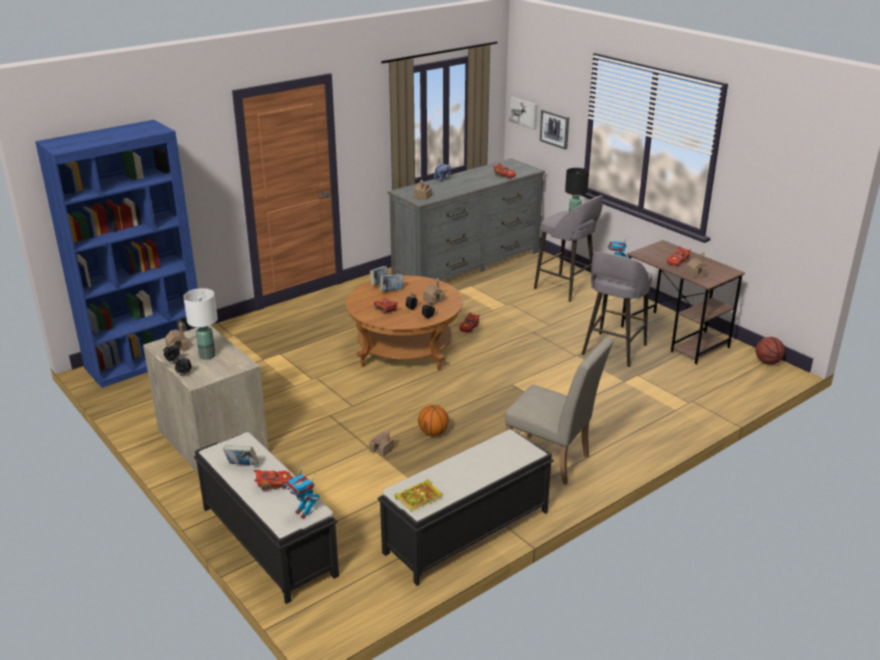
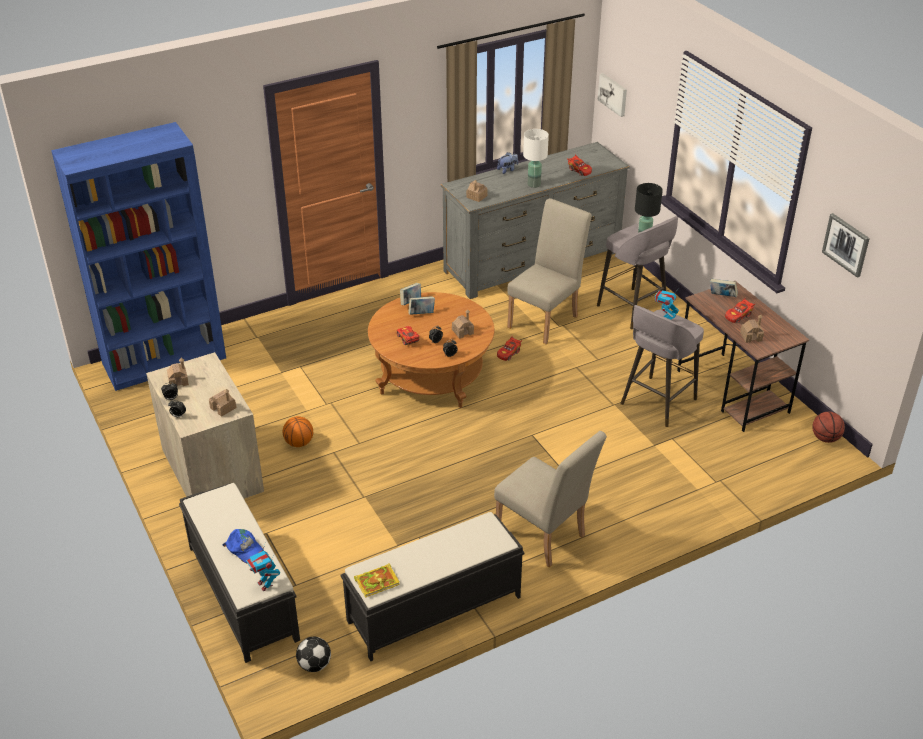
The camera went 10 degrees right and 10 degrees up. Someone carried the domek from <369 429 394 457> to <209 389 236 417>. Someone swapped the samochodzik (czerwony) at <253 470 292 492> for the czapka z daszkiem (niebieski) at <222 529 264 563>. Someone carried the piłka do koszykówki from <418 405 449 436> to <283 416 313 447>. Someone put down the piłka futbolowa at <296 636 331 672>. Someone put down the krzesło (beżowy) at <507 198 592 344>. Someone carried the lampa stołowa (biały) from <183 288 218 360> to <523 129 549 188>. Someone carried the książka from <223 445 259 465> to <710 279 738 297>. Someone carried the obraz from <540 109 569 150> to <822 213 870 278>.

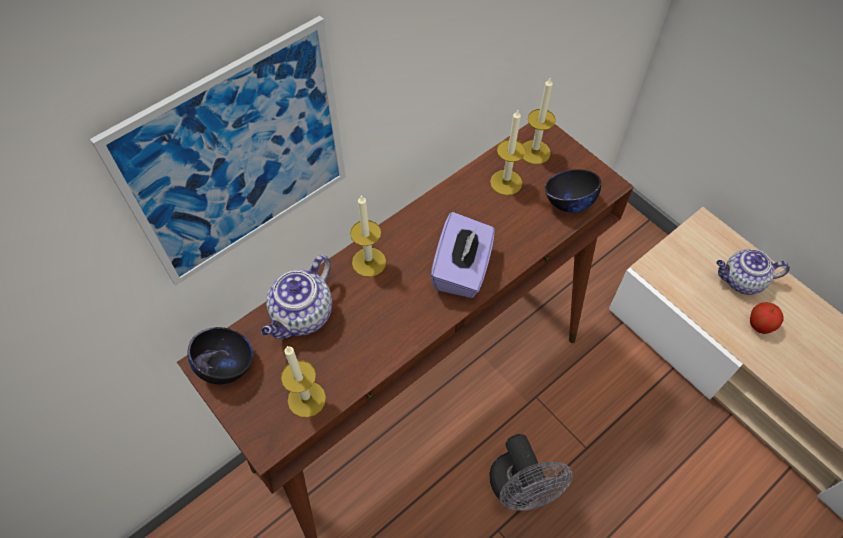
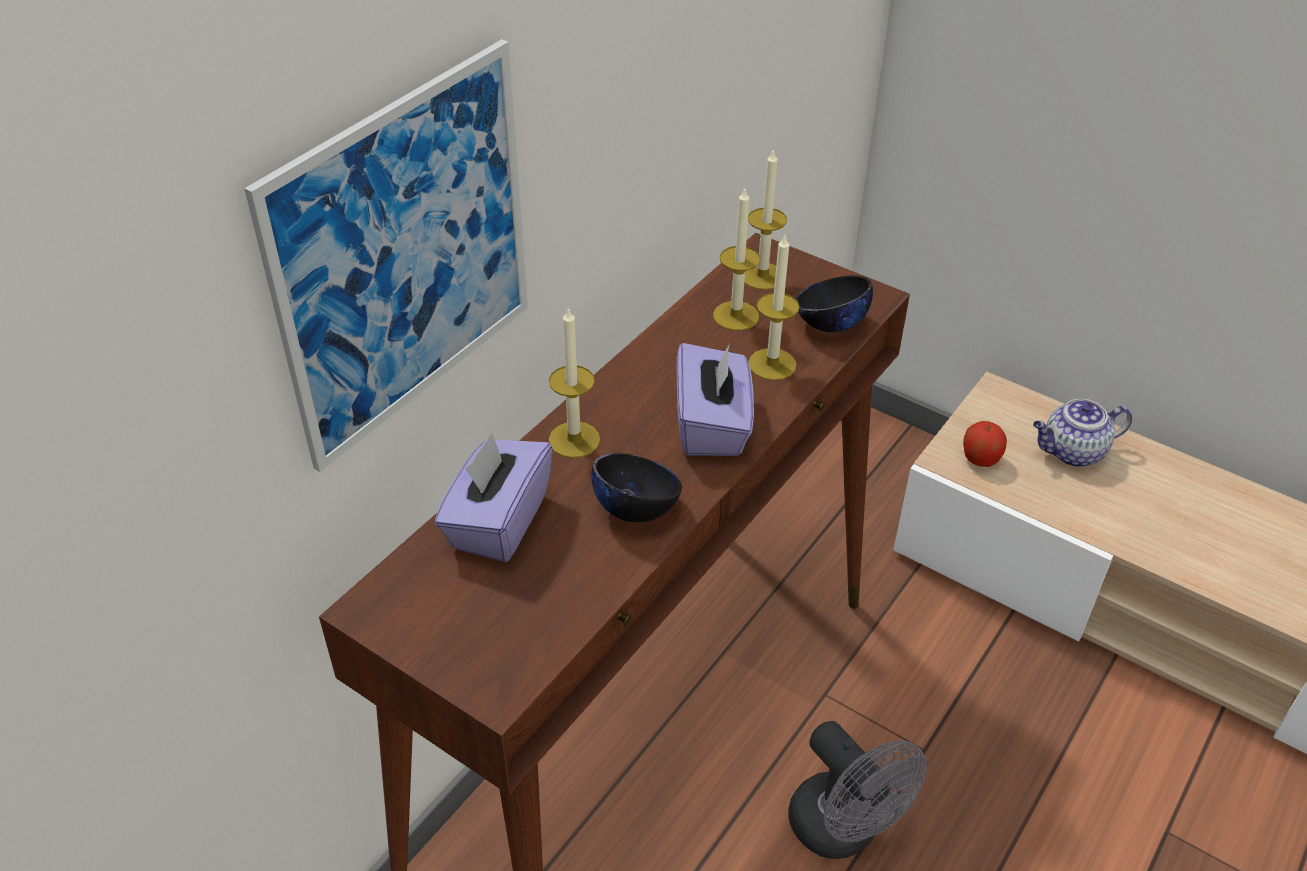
The camera went 15 degrees left and 15 degrees down. Someone swapped the imbryk at <261 255 332 339> for the pudełko chusteczek (fioletowy) at <435 433 553 562>. Someone carried the miska (czarny) from <187 327 253 384> to <591 453 682 522>. Someone carried the świeca from <281 346 326 418> to <748 235 799 380>. Someone carried the jabłko from <750 302 784 334> to <963 421 1007 467>.

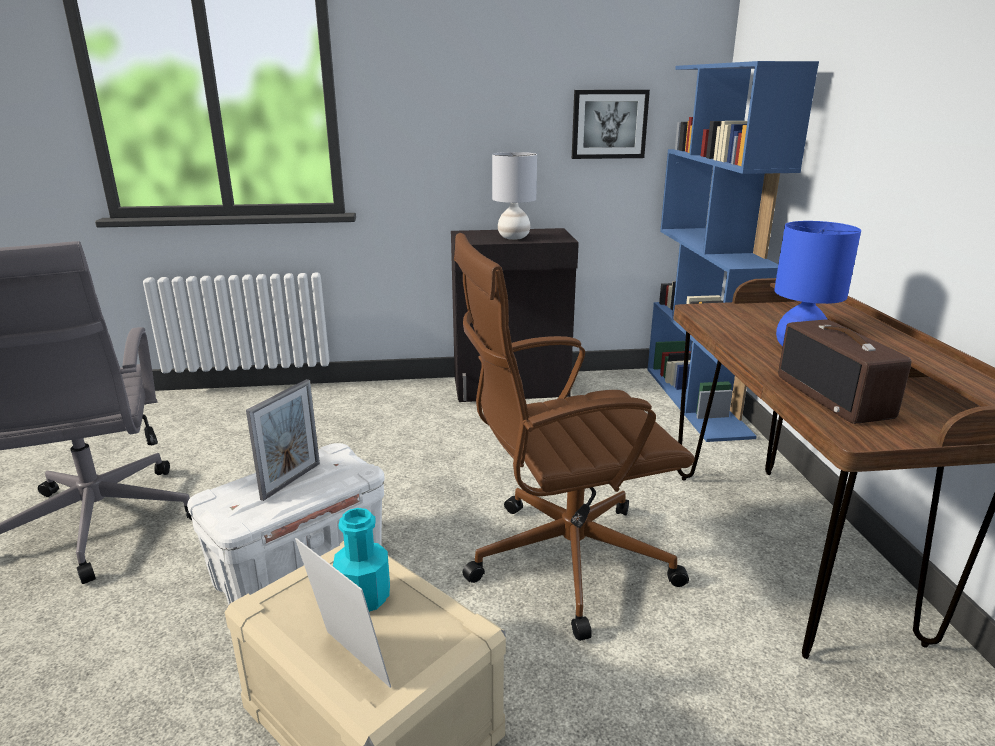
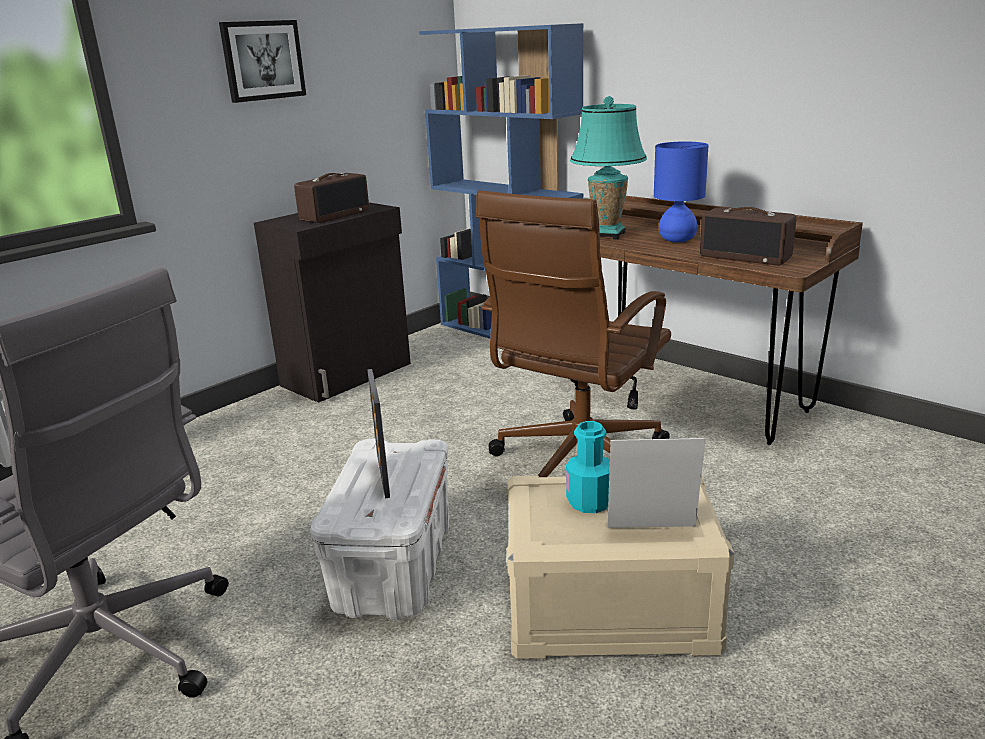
The camera went 40 degrees left and 0 degrees up. Someone carried the obraz from <572 90 650 159> to <219 20 306 103>. Someone swapped the lampa stołowa (szary) at <492 152 537 240> for the radio at <294 173 369 223>. Someone put down the lampa stołowa (turkusowy) at <570 96 647 240>.

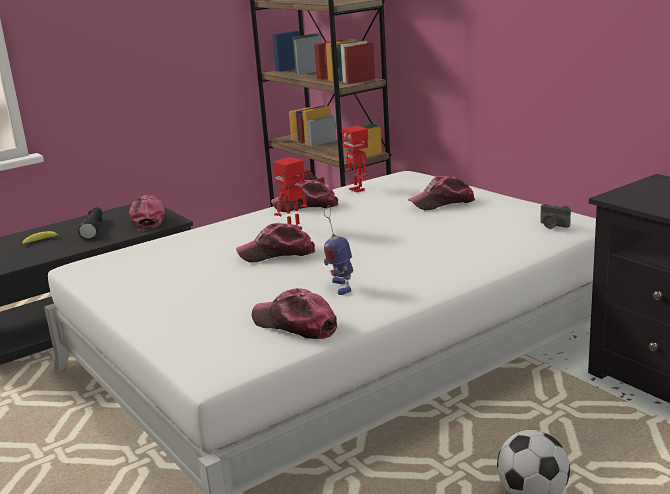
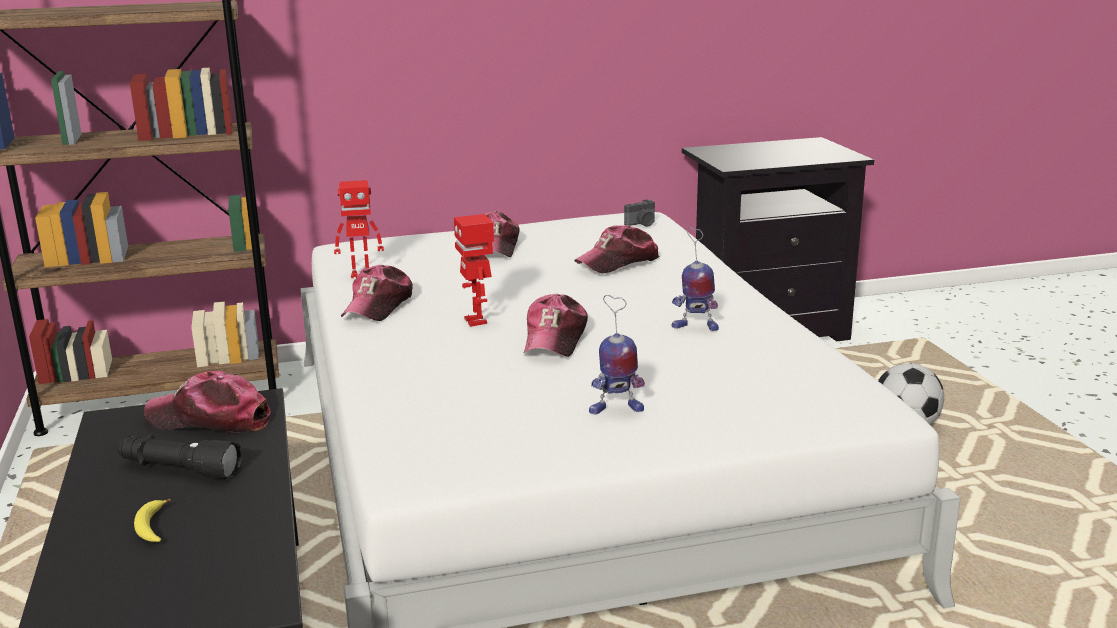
The camera went 70 degrees left and 0 degrees up. Someone carried the czapka z daszkiem from <251 288 337 339> to <574 225 660 273>. Someone put down the robot zabawkowy at <589 295 645 415>.

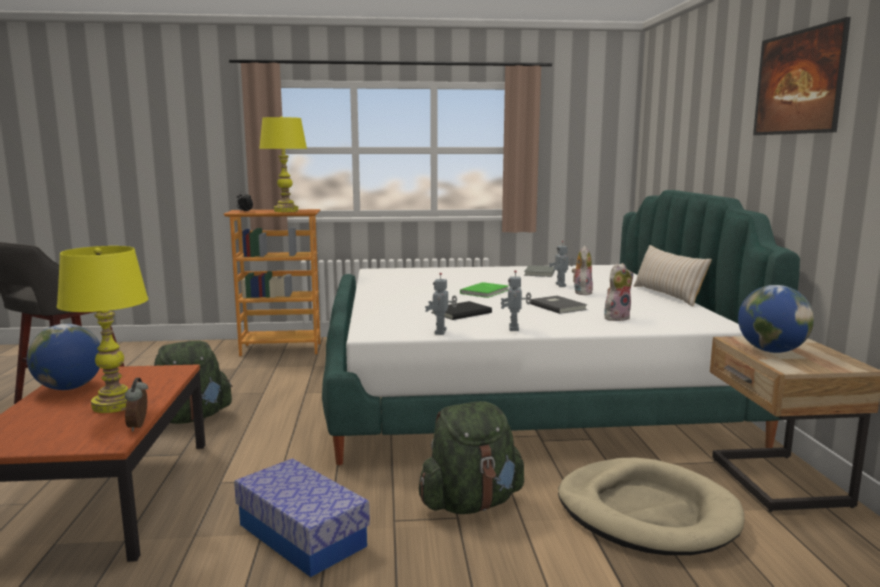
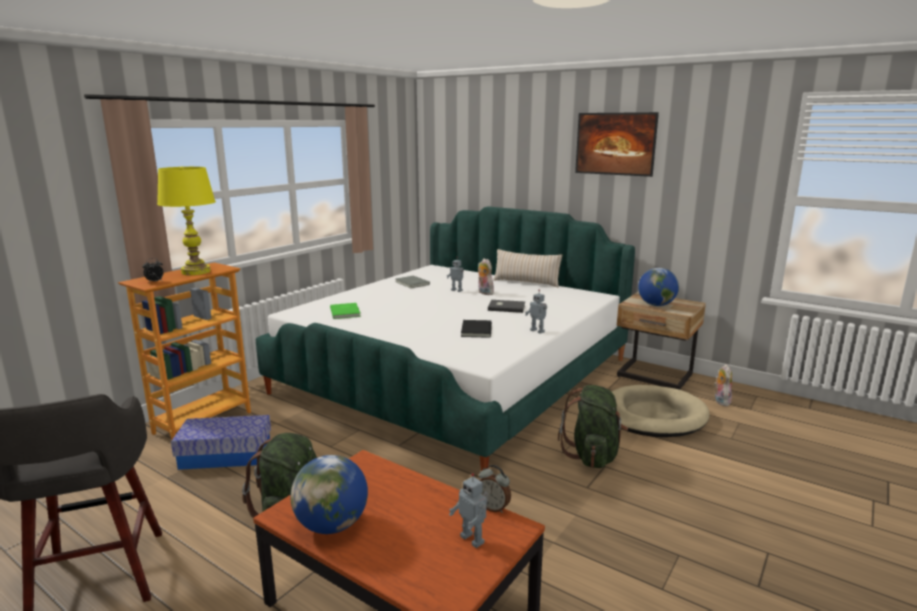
The camera went 50 degrees left and 5 degrees up. Someone carried the pojemnik do przechowywania from <234 458 370 577> to <171 415 271 470>. Someone carried the książka (zielony) from <460 282 508 298> to <330 303 361 319>. Someone carried the robot zabawkowy from <425 273 457 335> to <449 473 488 548>. Someone carried the pluszak from <604 263 633 321> to <714 364 732 406>. Someone took away the lampa stołowa (żółty) at <57 246 148 413>.

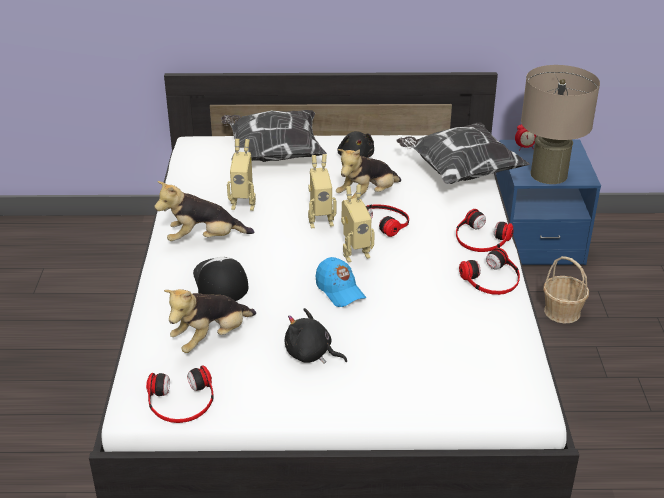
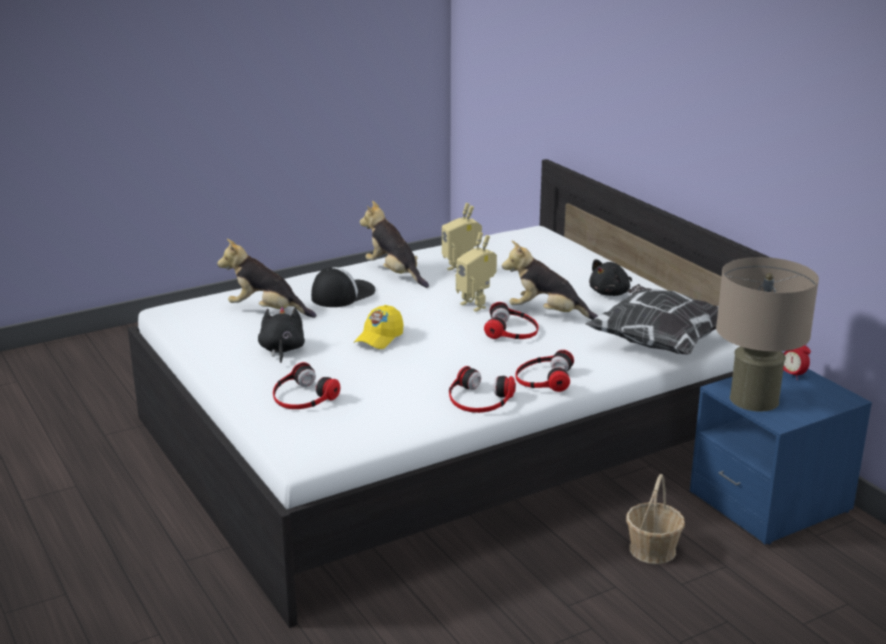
The camera went 60 degrees right and 10 degrees down. Someone carried the słuchawki from <146 365 214 423> to <273 362 340 409>. Someone repainted the czapka z daszkiem (niebieski) at <315 257 366 307>, which became the czapka z daszkiem (żółty) at <353 305 404 349>. Someone took away the poduszka at <221 110 327 162>. Someone took away the robot zabawkowy at <341 185 375 263>.

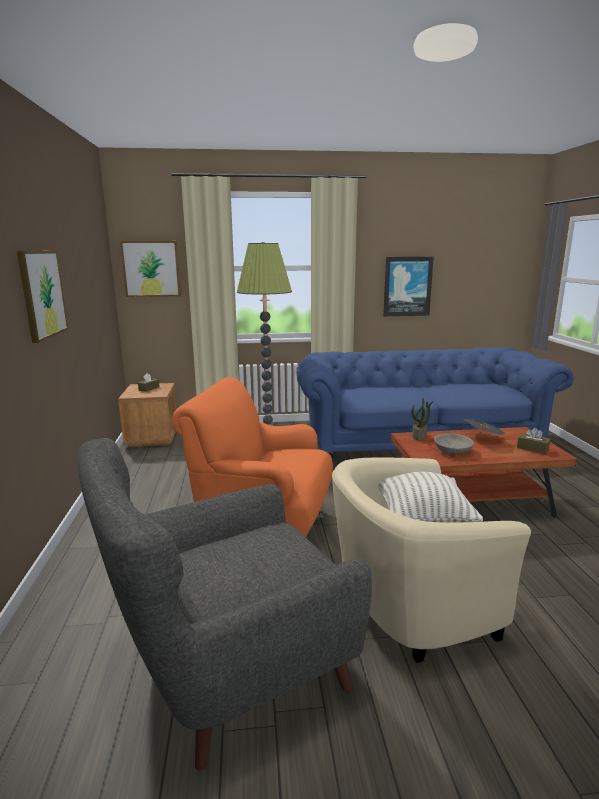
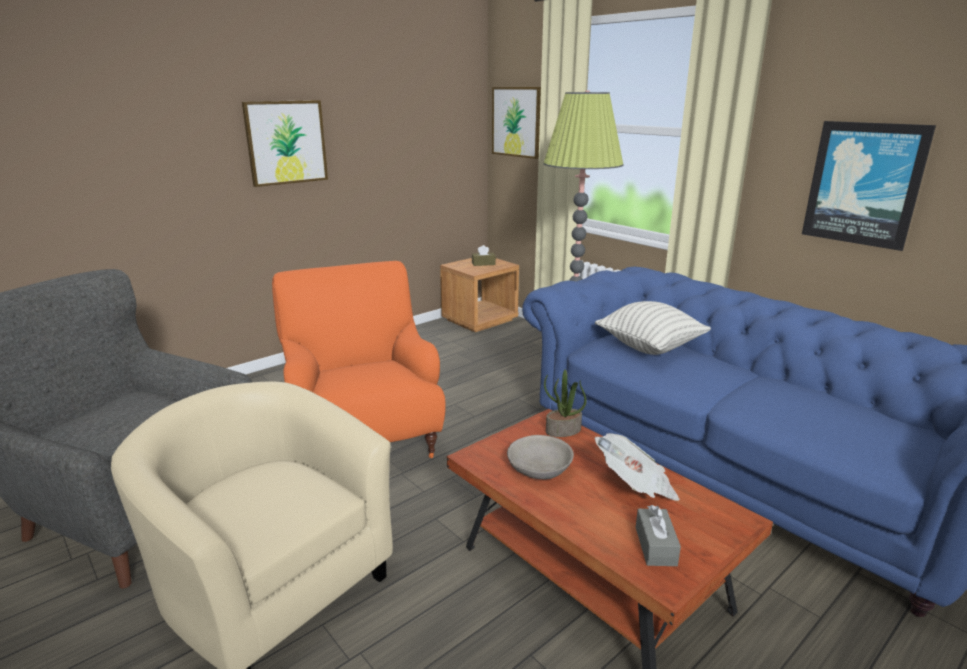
The camera went 55 degrees right and 5 degrees up. Someone carried the poduszka from <378 472 483 523> to <595 301 711 355>. Someone repainted the pudełko chusteczek (brązowy) at <517 427 550 454>, which became the pudełko chusteczek (szary) at <636 505 681 566>.

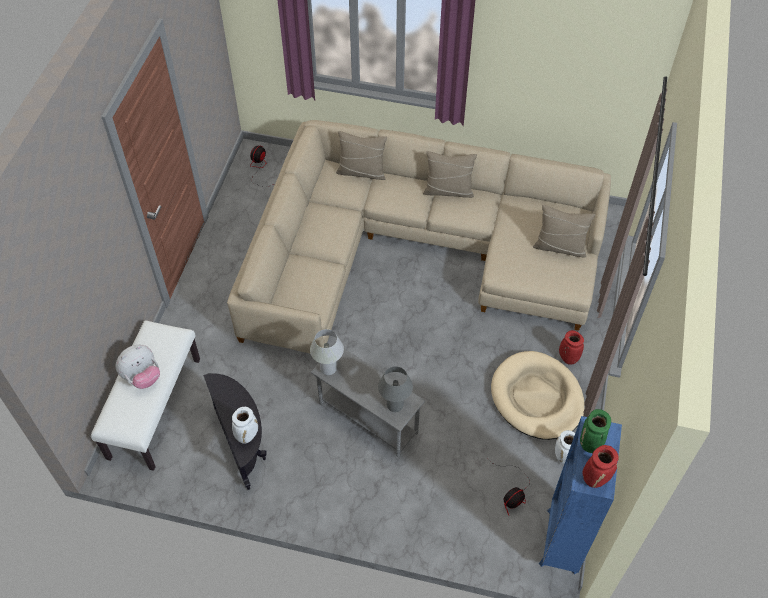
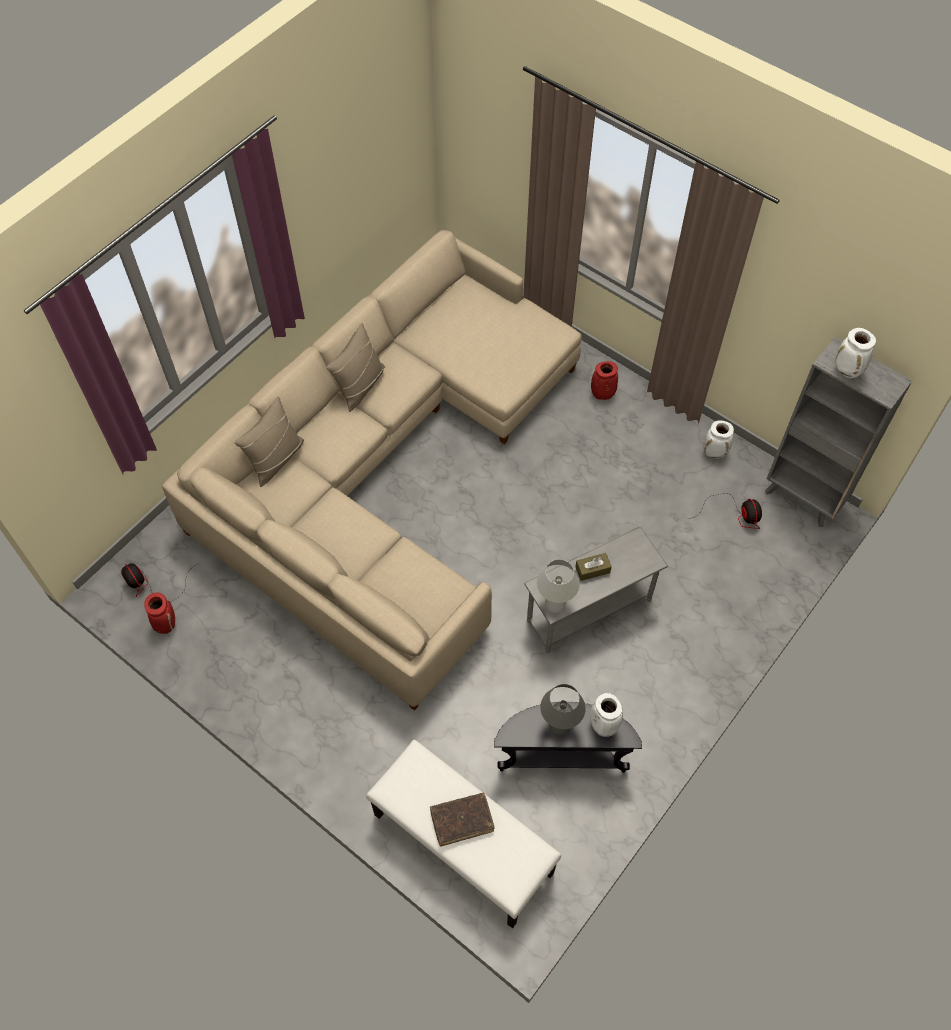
The camera went 65 degrees left and 5 degrees up. Someone carried the wazon (czerwony) from <583 445 619 488> to <144 593 175 634>. Someone swapped the pluszak at <116 345 160 389> for the książka (brązowy) at <430 792 495 846>. Someone carried the lampa stołowa (szary) from <378 366 413 412> to <540 684 586 735>. Someone put down the pudełko chusteczek (brązowy) at <576 553 612 581>. Someone repainted the regał (niebieski) at <539 416 622 575>, which became the regał (szary) at <765 337 912 527>. Someone repainted the wazon (zielony) at <580 409 611 453>, which became the wazon (biały) at <835 328 876 378>. Someone took away the legowisko (beżowy) at <491 351 585 440>. Someone took away the poduszka (beżowy) at <533 205 595 257>.

